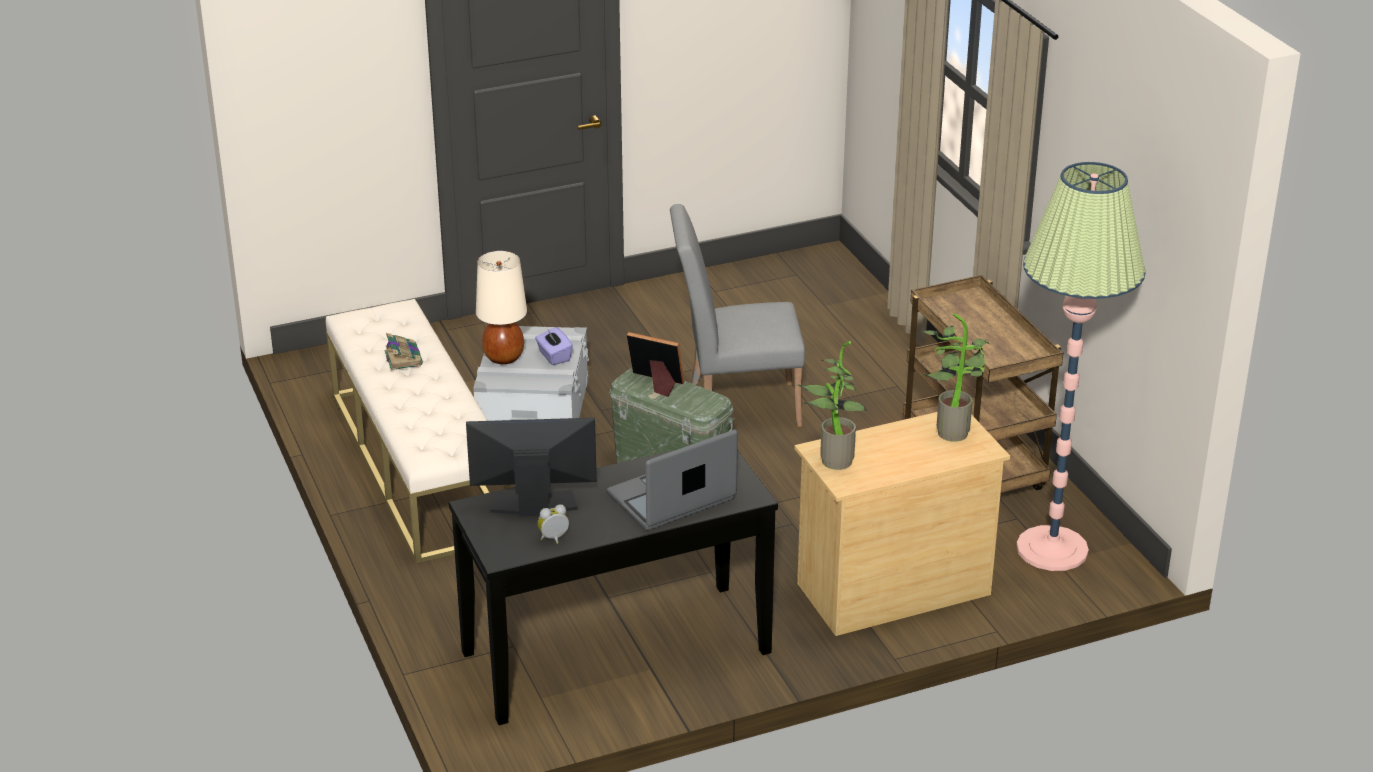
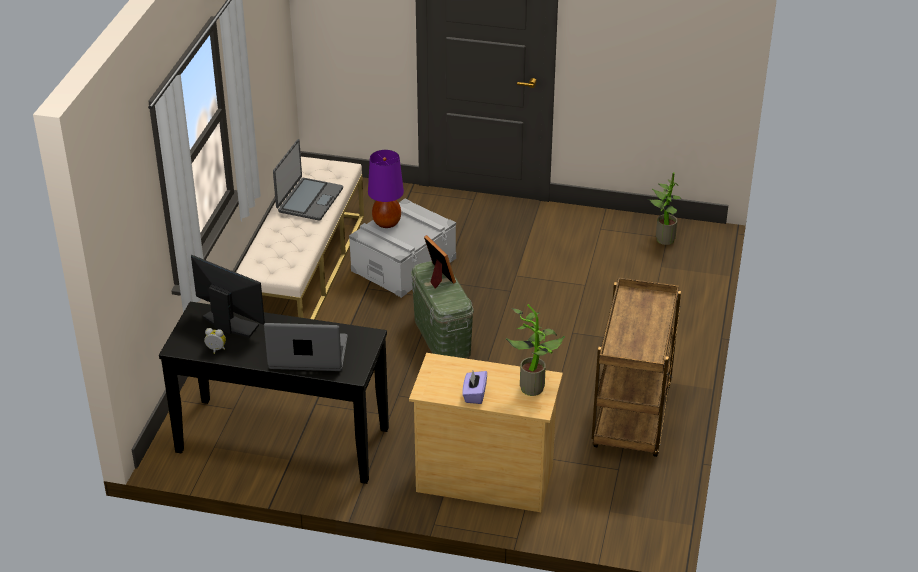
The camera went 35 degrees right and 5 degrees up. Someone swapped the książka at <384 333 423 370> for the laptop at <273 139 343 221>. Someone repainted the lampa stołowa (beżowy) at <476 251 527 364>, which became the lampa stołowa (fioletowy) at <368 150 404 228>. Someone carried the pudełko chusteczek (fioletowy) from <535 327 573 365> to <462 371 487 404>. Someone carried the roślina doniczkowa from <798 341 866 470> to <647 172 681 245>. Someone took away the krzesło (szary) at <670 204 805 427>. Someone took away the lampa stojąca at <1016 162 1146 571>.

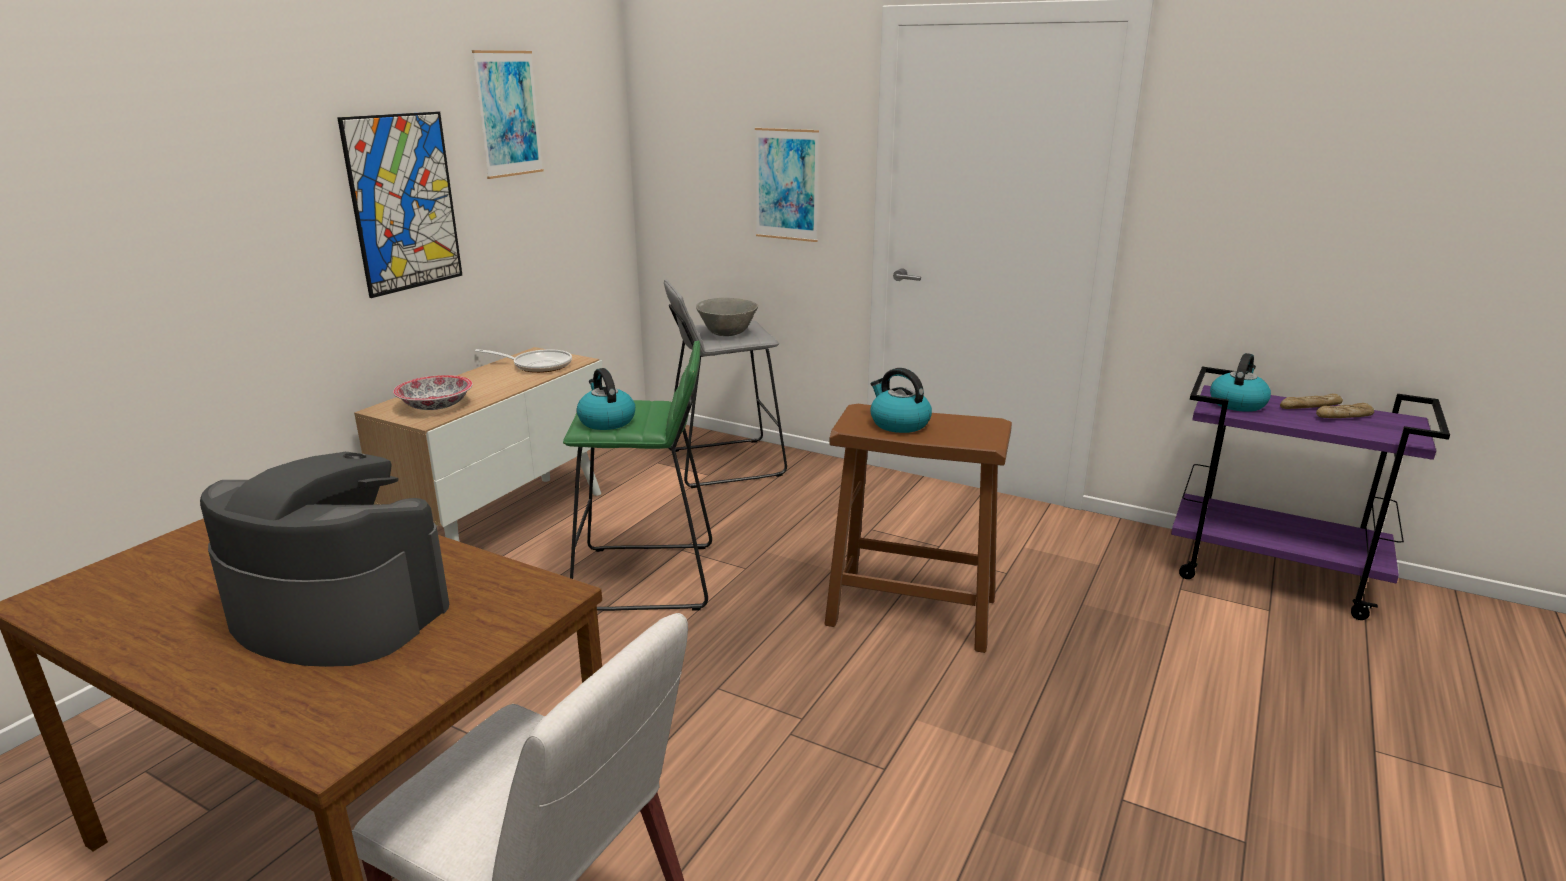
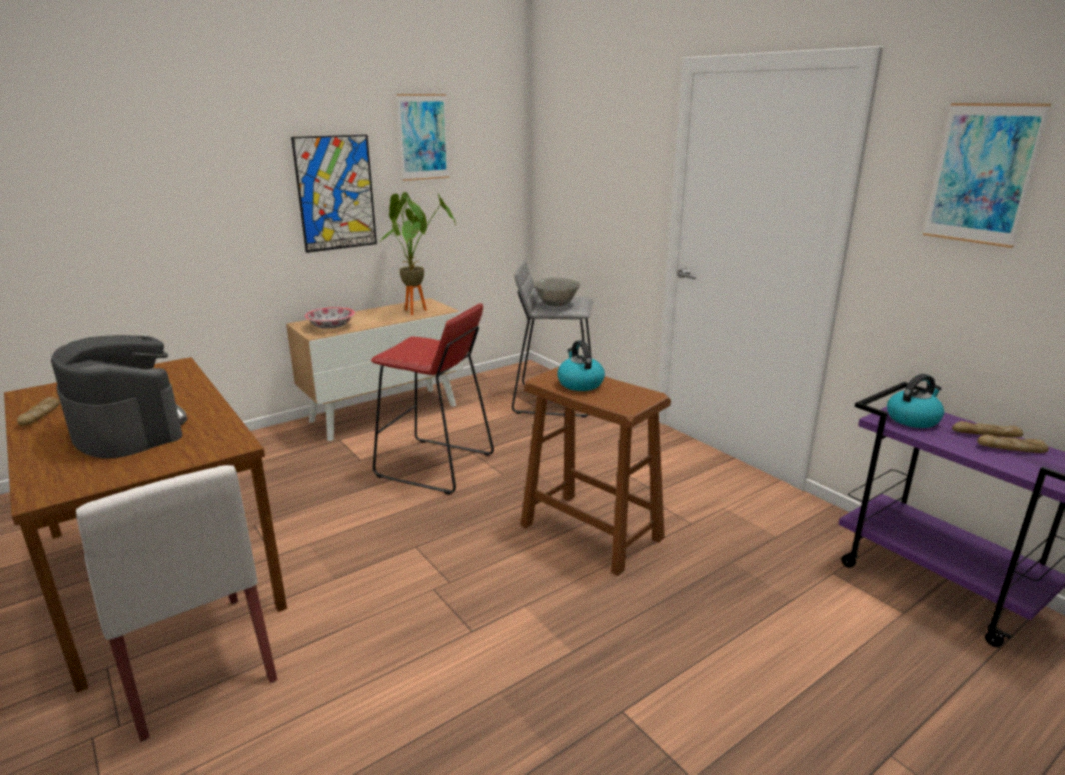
The camera went 25 degrees right and 0 degrees up. Someone put down the chleb at <17 397 60 426>. Someone repainted the stołek (zielony) at <563 340 712 611>, which became the stołek (czerwony) at <371 303 494 495>. Someone swapped the patelnia at <475 349 572 373> for the roślina doniczkowa at <381 192 456 315>. Someone carried the obraz from <755 128 819 242> to <923 103 1051 248>. Someone took away the czajnik at <577 368 635 430>.

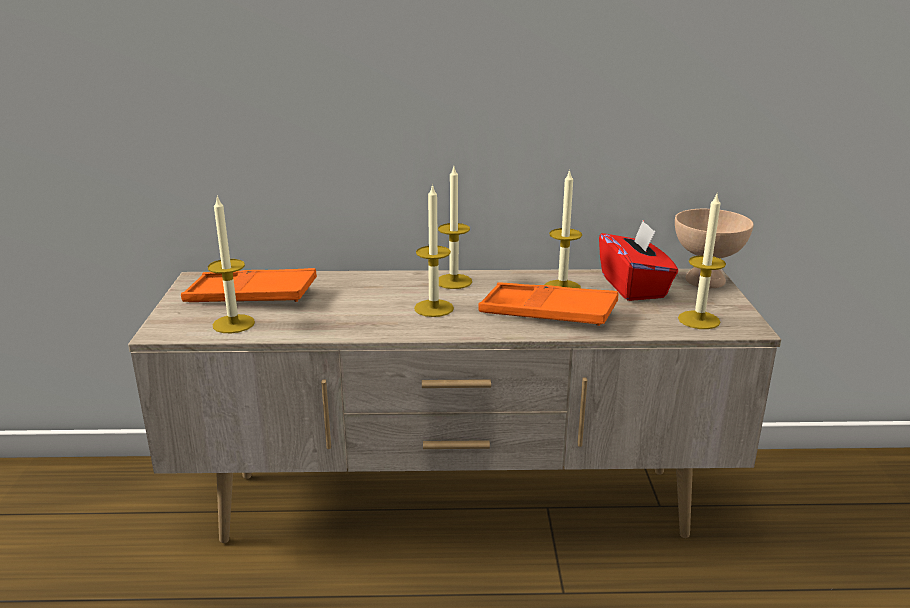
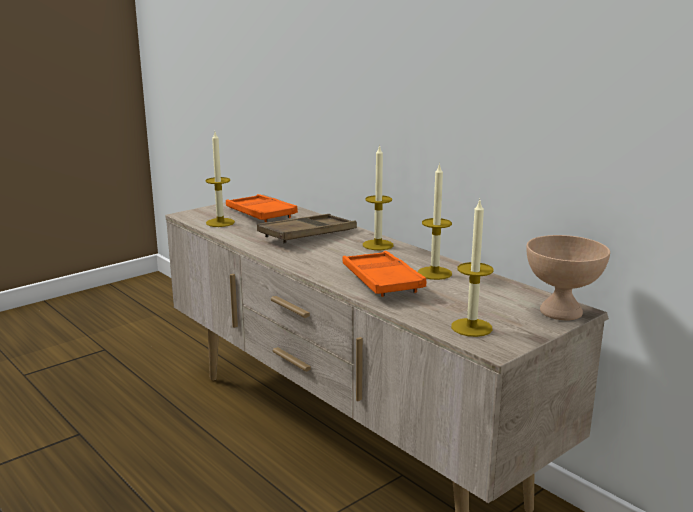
The camera went 50 degrees right and 5 degrees down. Someone put down the taca (brązowy) at <257 214 357 244>. Someone took away the świeca at <414 184 454 317>. Someone took away the pudełko chusteczek (czerwony) at <599 220 678 301>.

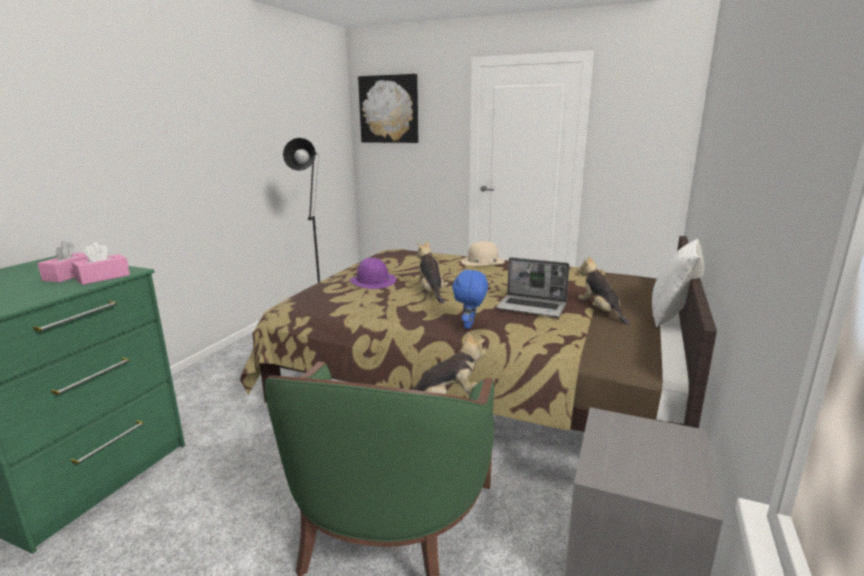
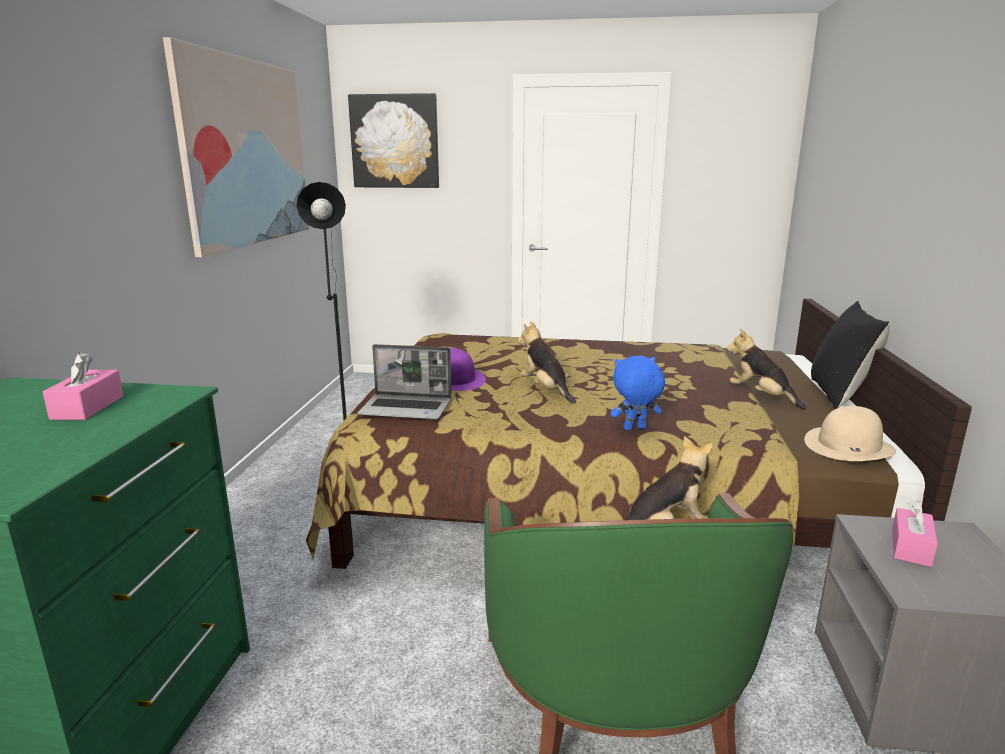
The camera went 15 degrees left and 0 degrees up. Someone put up the obraz at <163 37 309 257>. Someone carried the laptop from <496 257 569 317> to <357 344 452 419>. Someone rotated the pluszak (niebieski) at <452 269 488 329> by 75 degrees clockwise. Someone carried the kapelusz (beżowy) from <461 241 505 266> to <804 406 896 461>. Someone repainted the poduszka (biały) at <652 239 705 327>, which became the poduszka (czarny) at <811 301 890 409>. Someone carried the pudełko chusteczek (różowy) from <72 242 130 285> to <892 500 938 567>.

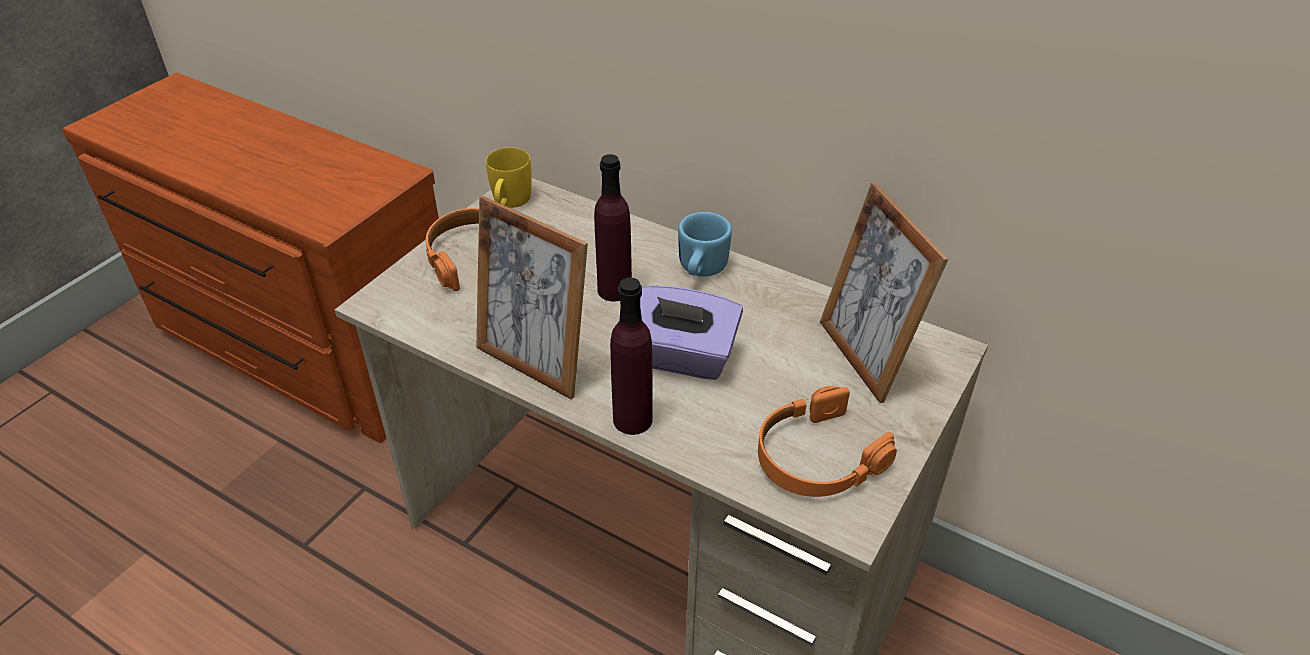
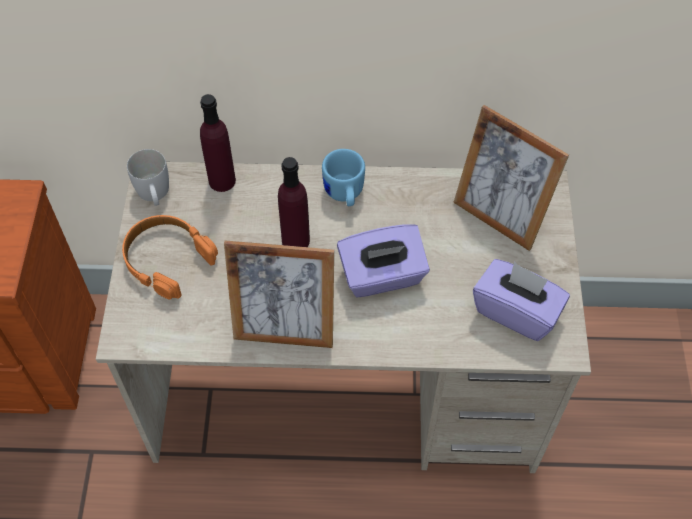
The camera went 30 degrees left and 15 degrees up. Someone repainted the kubek (żółty) at <486 147 532 208>, which became the kubek (biały) at <127 149 169 206>. Someone carried the butelka (fioletowy) from <610 277 653 435> to <200 94 236 192>. Someone swapped the słuchawki (pomarańczowy) at <758 386 897 497> for the pudełko chusteczek (fioletowy) at <473 259 570 341>.

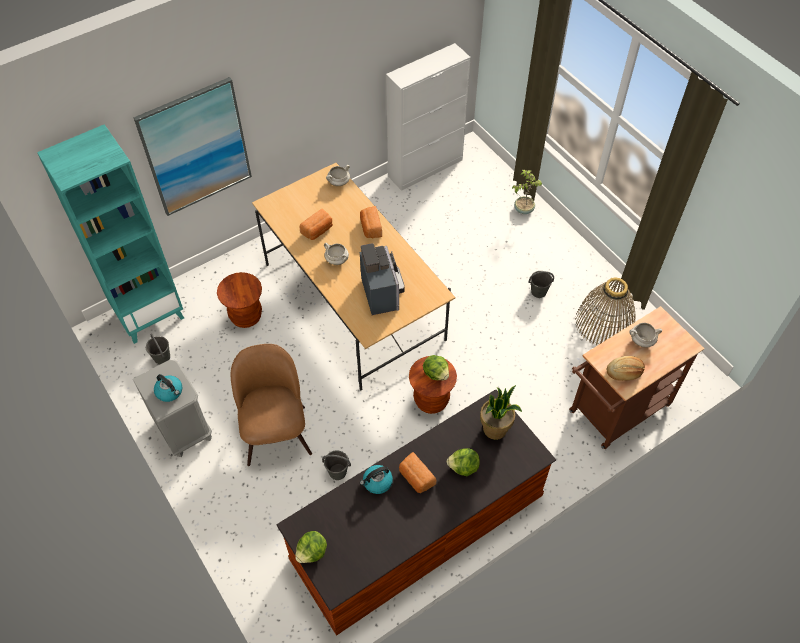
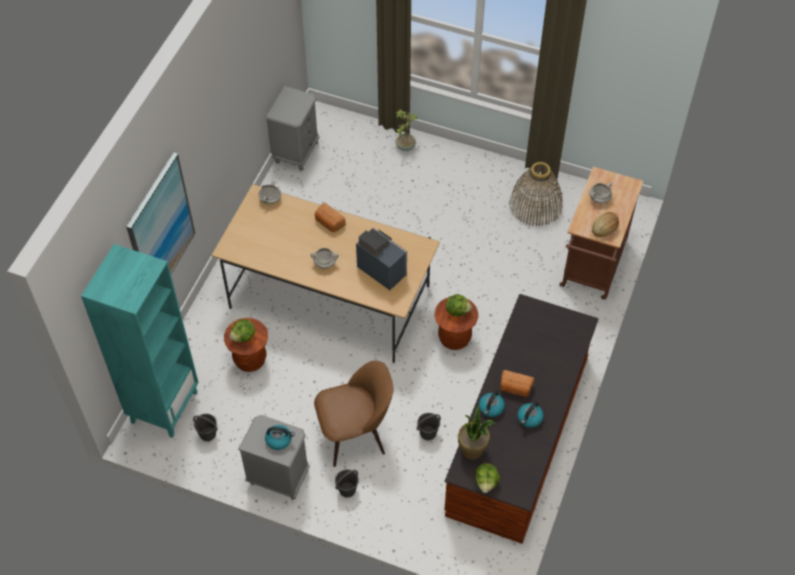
The camera went 35 degrees left and 0 degrees up. Someone carried the sałata from <447 448 480 476> to <229 319 255 342>. Someone swapped the szafka (biały) at <386 43 471 191> for the szafka nocna (szary) at <266 86 319 171>. Someone rotated the krzesło (brązowy) at <231 344 312 466> by 120 degrees clockwise. Someone carried the wiadro (szary) from <529 271 554 298> to <335 469 359 497>. Someone carried the roślina doniczkowa from <480 385 522 440> to <458 406 496 460>. Someone put down the czajnik at <518 401 544 428>. Someone took away the chleb at <299 209 333 240>.

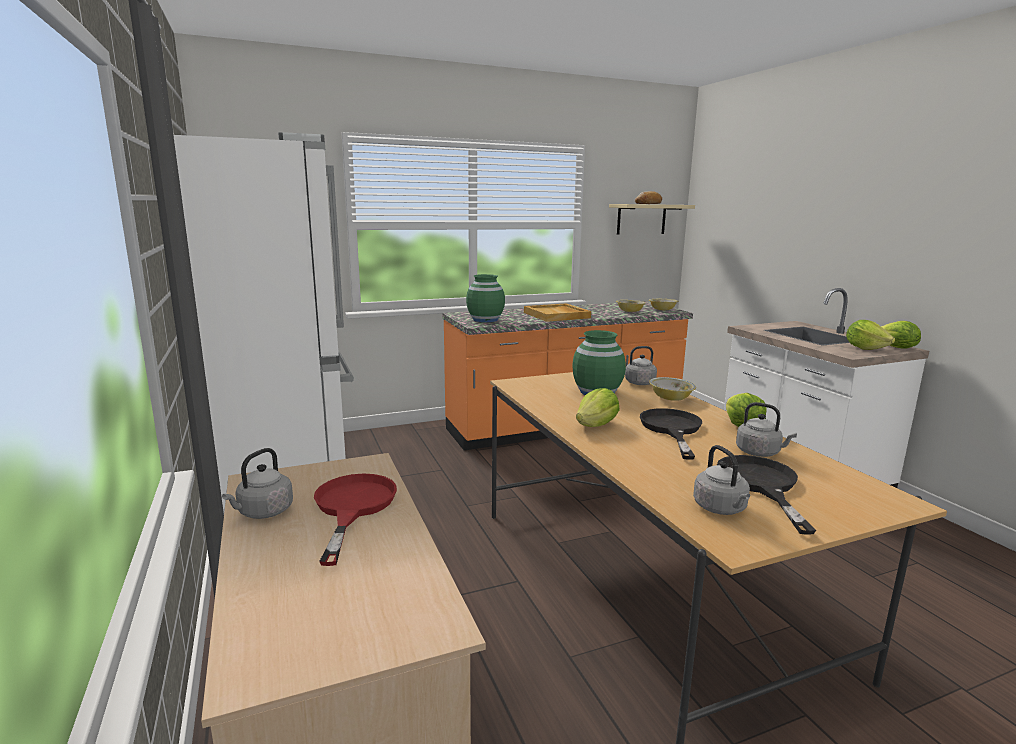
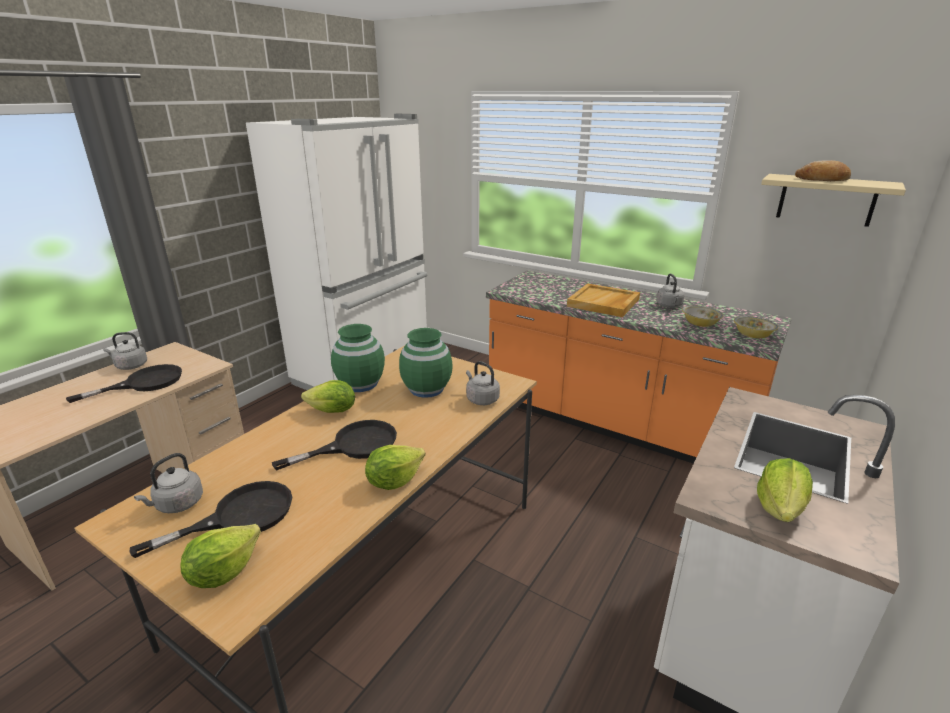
The camera went 55 degrees right and 10 degrees up. Someone repainted the patelnia (czerwony) at <314 473 397 566>, which became the patelnia (czarny) at <66 364 182 403>. Someone carried the sałata from <881 321 921 349> to <180 524 261 588>. Someone carried the wazon (zielony) from <466 274 505 322> to <331 324 385 392>. Someone carried the czajnik (szary) from <736 402 797 457> to <656 274 684 308>. Someone took away the miska at <649 377 696 401>.

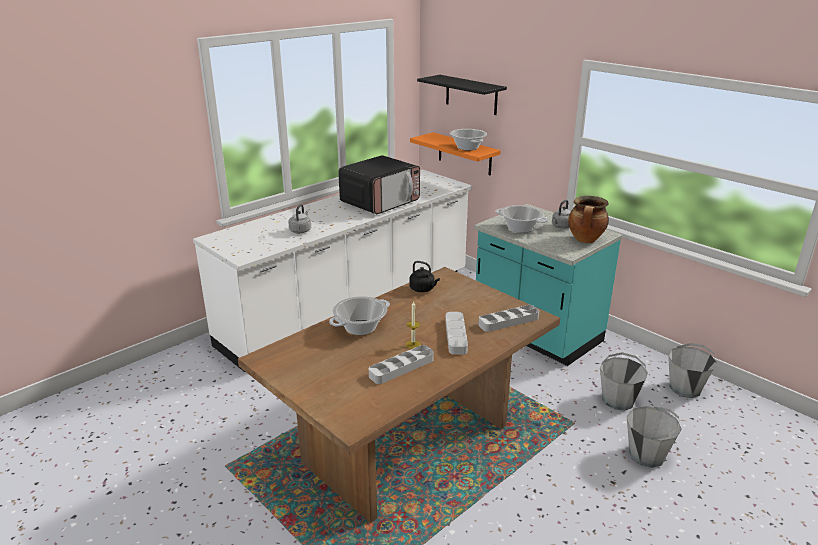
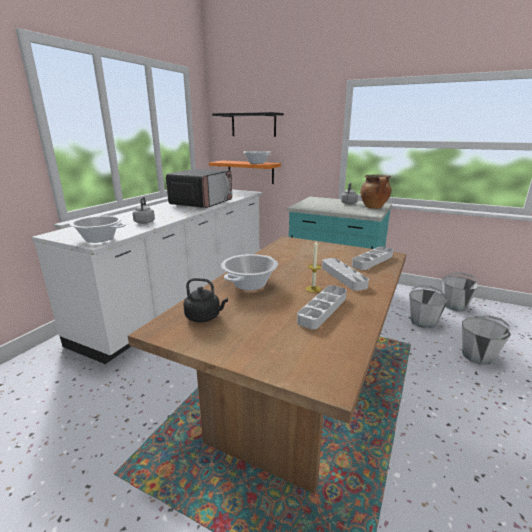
The camera went 20 degrees left and 5 degrees down. Someone carried the garnek from <495 205 548 233> to <68 216 126 243>. Someone carried the czajnik (czarny) from <410 261 440 292> to <183 278 228 323>.

